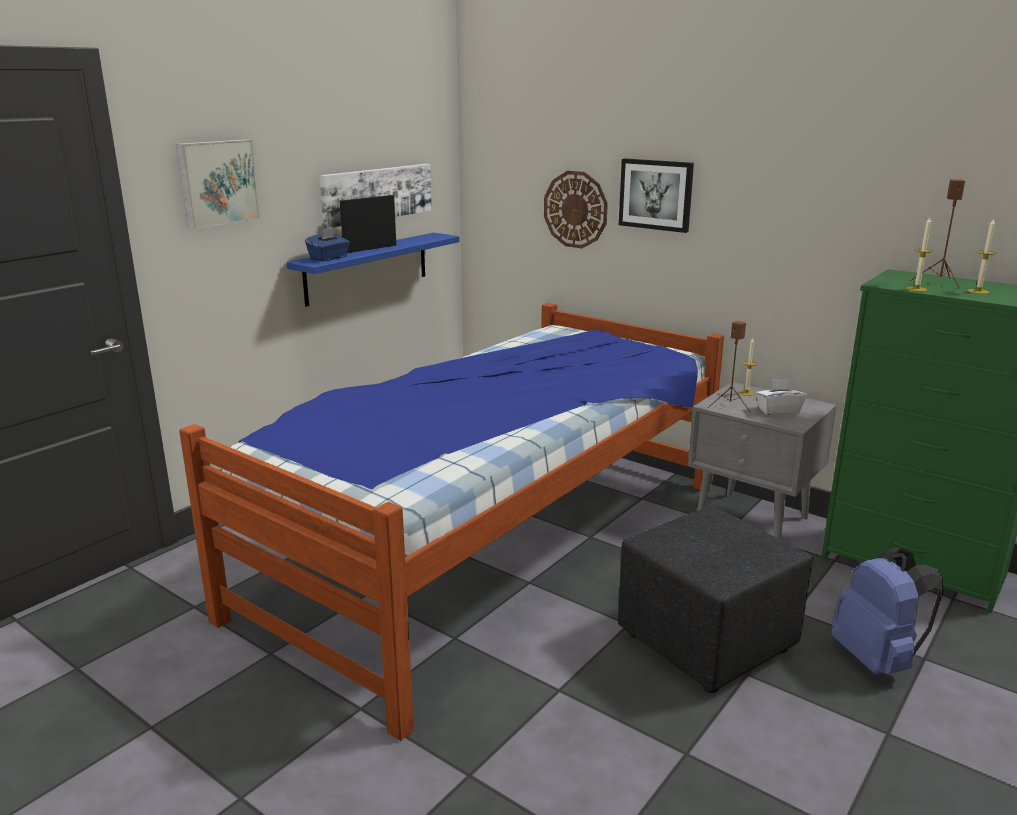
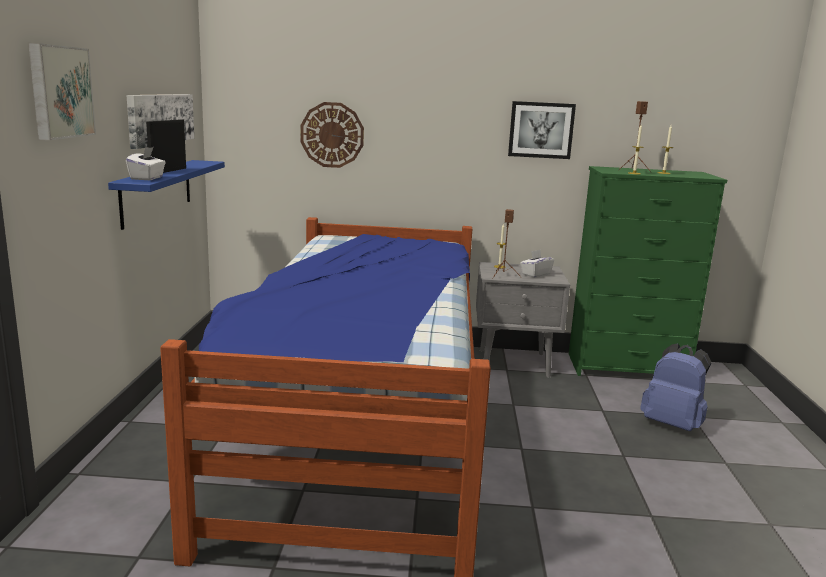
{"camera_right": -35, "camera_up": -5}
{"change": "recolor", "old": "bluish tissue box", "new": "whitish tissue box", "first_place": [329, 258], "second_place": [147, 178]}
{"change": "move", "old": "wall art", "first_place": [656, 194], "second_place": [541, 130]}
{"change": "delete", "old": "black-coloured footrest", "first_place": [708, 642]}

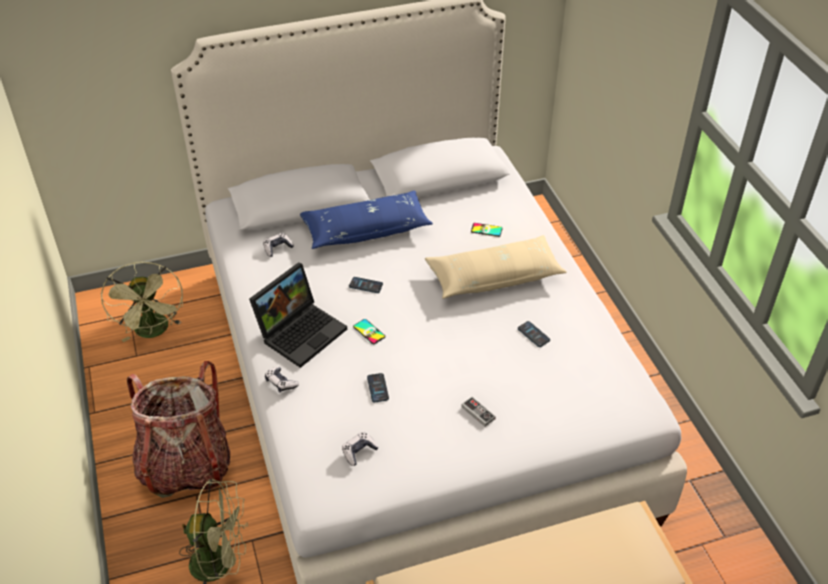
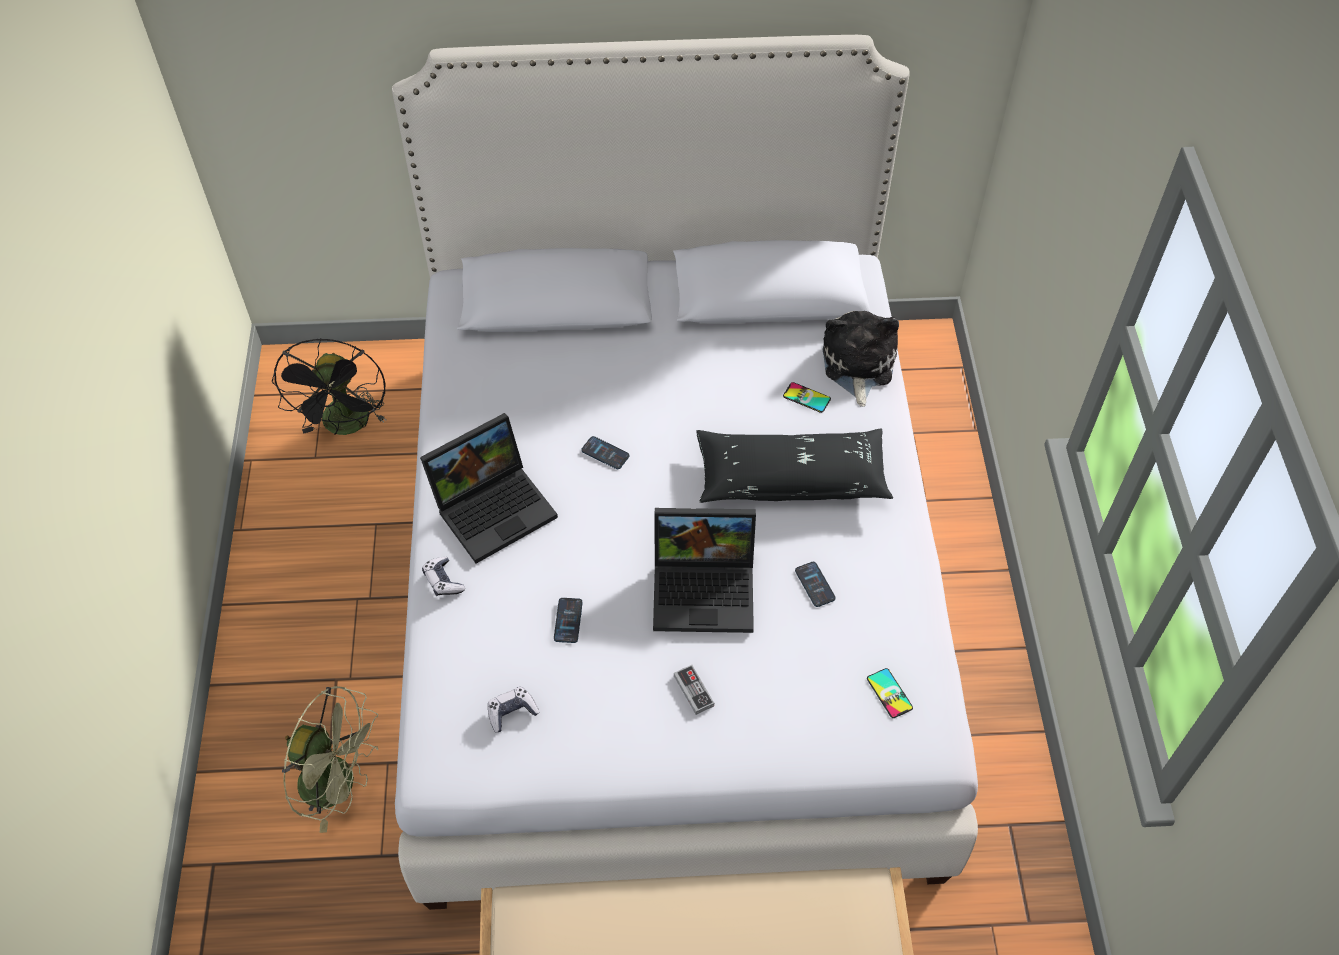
{"camera_right": 15, "camera_up": 10}
{"change": "recolor", "old": "greenish fan", "new": "black-coloured fan", "first_place": [154, 332], "second_place": [347, 426]}
{"change": "insert", "new": "laptop", "second_place": [706, 588]}
{"change": "recolor", "old": "sand-coloured cushion", "new": "black-coloured cushion", "first_place": [494, 276], "second_place": [791, 477]}
{"change": "insert", "new": "soft toy", "second_place": [857, 365]}
{"change": "move", "old": "phone", "first_place": [369, 331], "second_place": [889, 693]}
{"change": "delete", "old": "knapsack", "first_place": [186, 465]}
{"change": "delete", "old": "game controller", "first_place": [277, 248]}
{"change": "delete", "old": "bluish cushion", "first_place": [366, 229]}

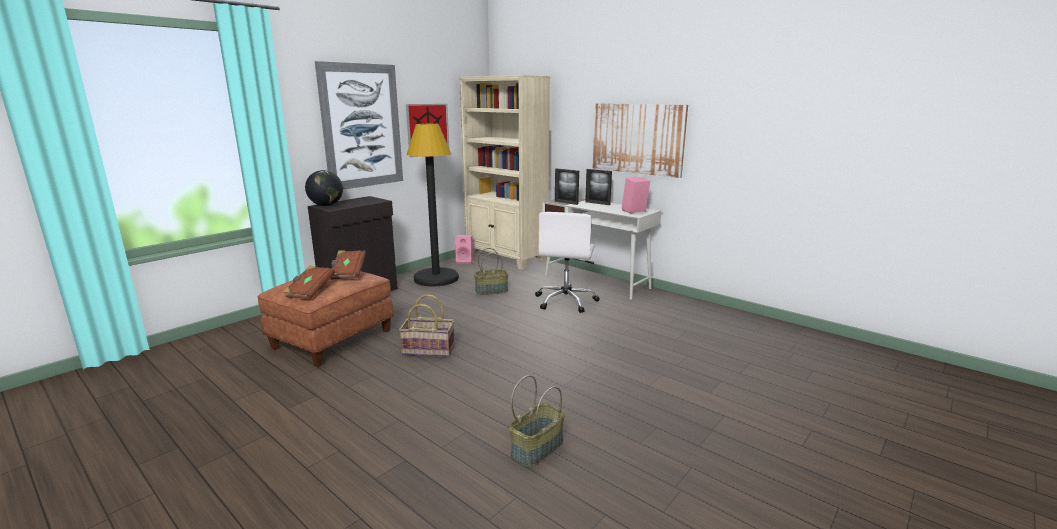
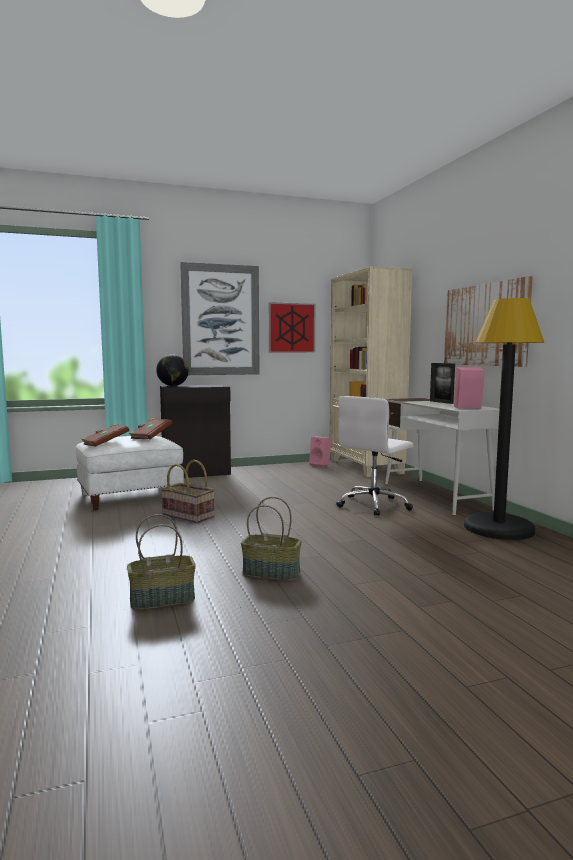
{"camera_right": 30, "camera_up": -10}
{"change": "recolor", "old": "brown footrest", "new": "whitish footrest", "first_place": [333, 338], "second_place": [131, 496]}
{"change": "move", "old": "basket", "first_place": [491, 290], "second_place": [272, 573]}
{"change": "move", "old": "black-coloured standard lamp", "first_place": [436, 278], "second_place": [499, 528]}
{"change": "delete", "old": "picture frame", "first_place": [566, 203]}

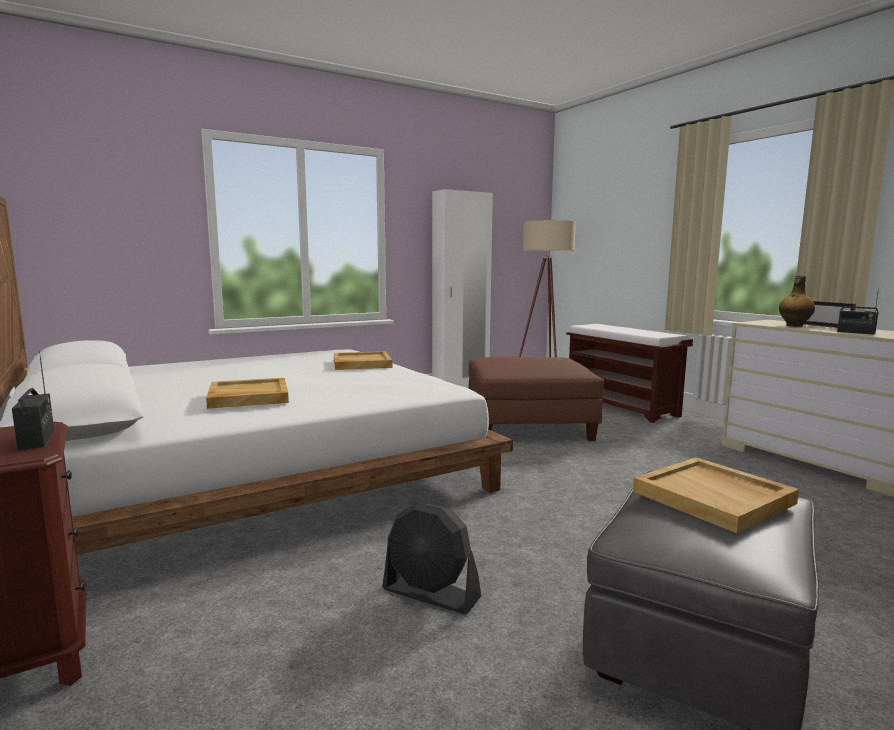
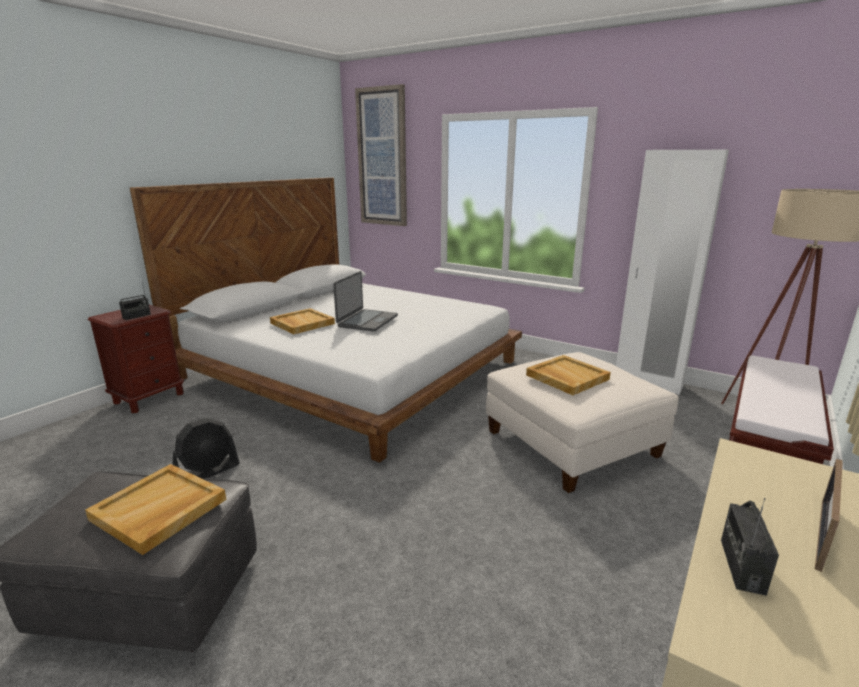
{"camera_right": 65, "camera_up": 10}
{"change": "rotate", "old": "black-coloured fan", "first_place": [431, 594], "second_place": [207, 472], "degrees": -135}
{"change": "insert", "new": "laptop", "second_place": [367, 321]}
{"change": "insert", "new": "wall art", "second_place": [382, 158]}
{"change": "recolor", "old": "brown footrest", "new": "whitish footrest", "first_place": [528, 425], "second_place": [572, 443]}
{"change": "move", "old": "sand-coloured tray", "first_place": [361, 363], "second_place": [566, 377]}
{"change": "delete", "old": "drink bottle", "first_place": [794, 325]}

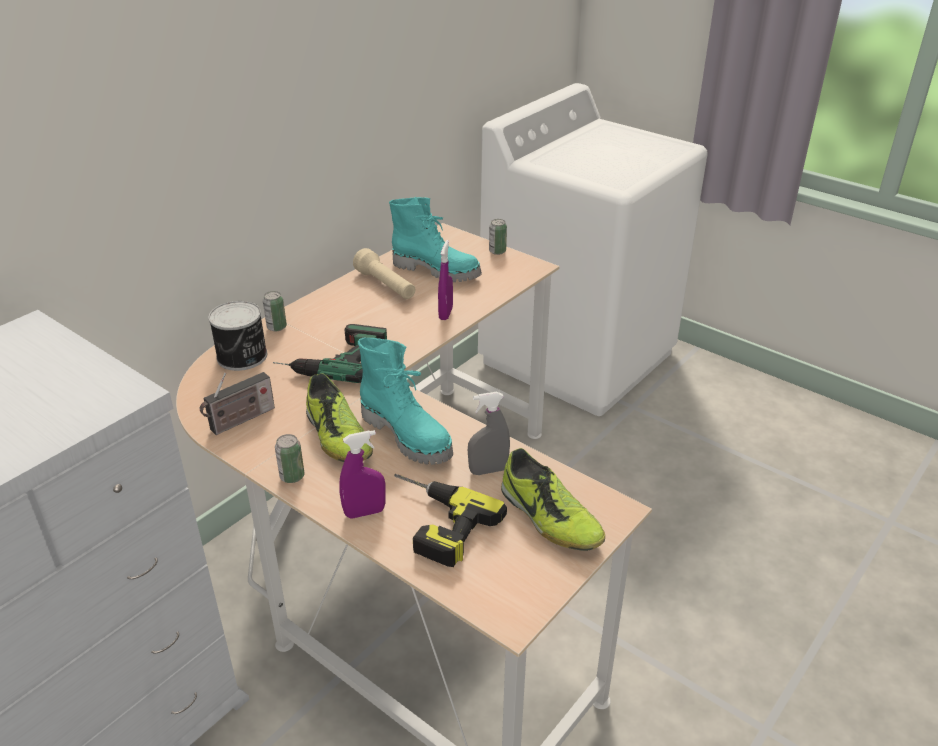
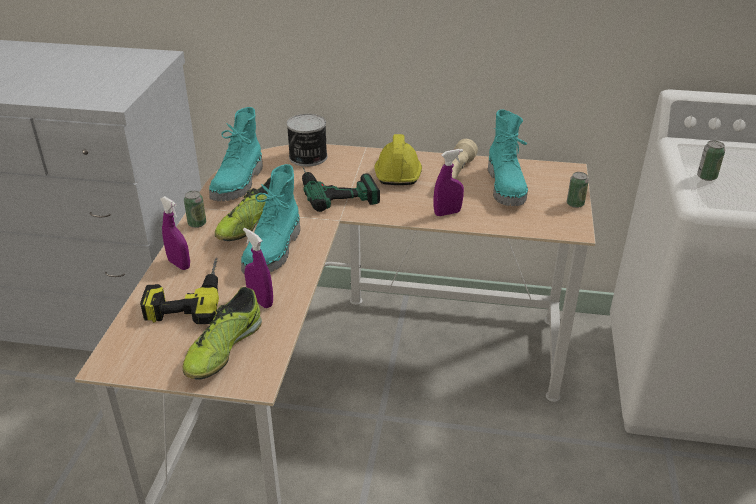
{"camera_right": 60, "camera_up": 0}
{"change": "replace", "old": "radio", "new": "blue-green high-top boot", "first_place": [240, 420], "second_place": [239, 184]}
{"change": "recolor", "old": "greyish hand sprayer", "new": "purple-coloured hand sprayer", "first_place": [488, 470], "second_place": [260, 301]}
{"change": "insert", "new": "yellow-coloured safety helmet", "second_place": [397, 172]}
{"change": "move", "old": "sealed can", "first_place": [277, 327], "second_place": [706, 177]}

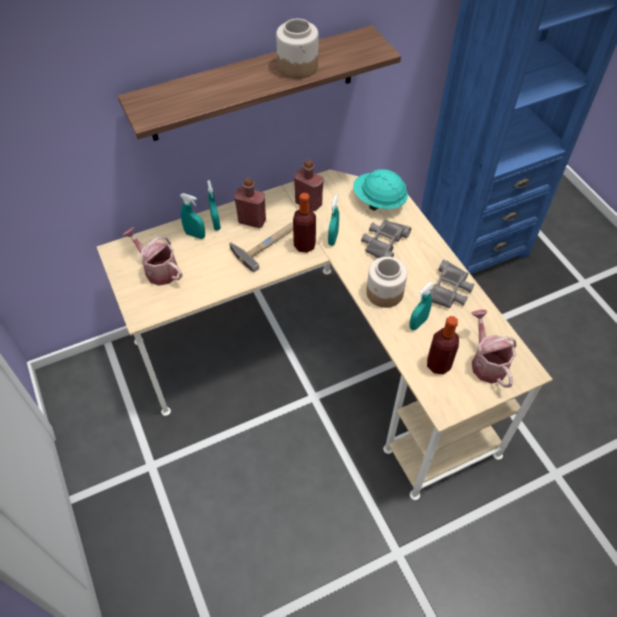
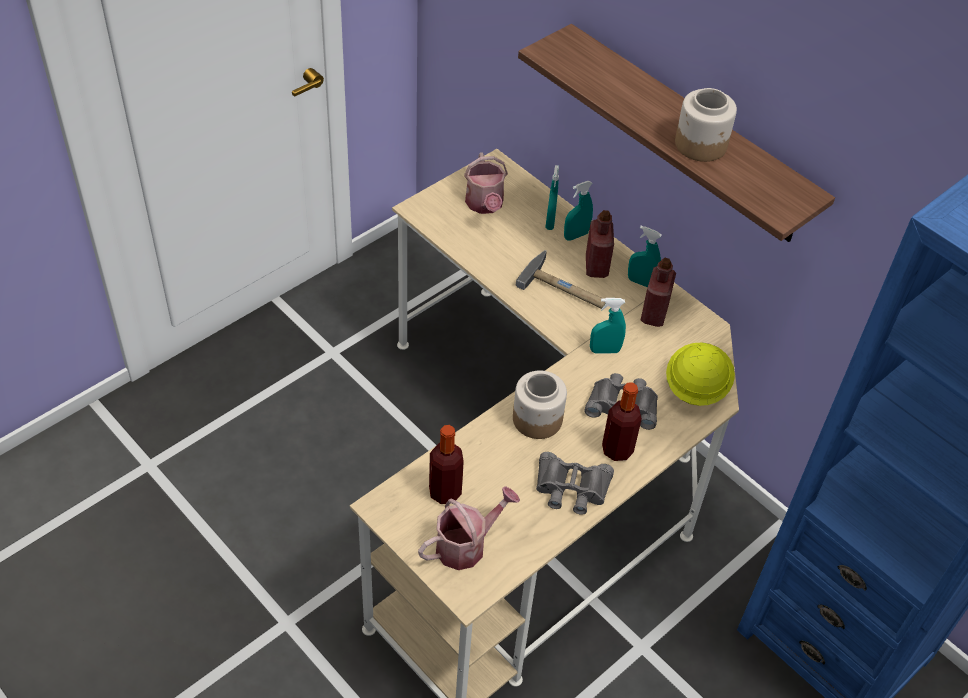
{"camera_right": 70, "camera_up": -5}
{"change": "rotate", "old": "sprinkling can", "first_place": [158, 269], "second_place": [485, 205], "degrees": 150}
{"change": "move", "old": "drink bottle", "first_place": [304, 245], "second_place": [617, 450]}
{"change": "move", "old": "blue-green hand sprayer", "first_place": [418, 323], "second_place": [641, 282]}
{"change": "recolor", "old": "blue-green safety helmet", "new": "yellow-coloured safety helmet", "first_place": [378, 201], "second_place": [696, 387]}

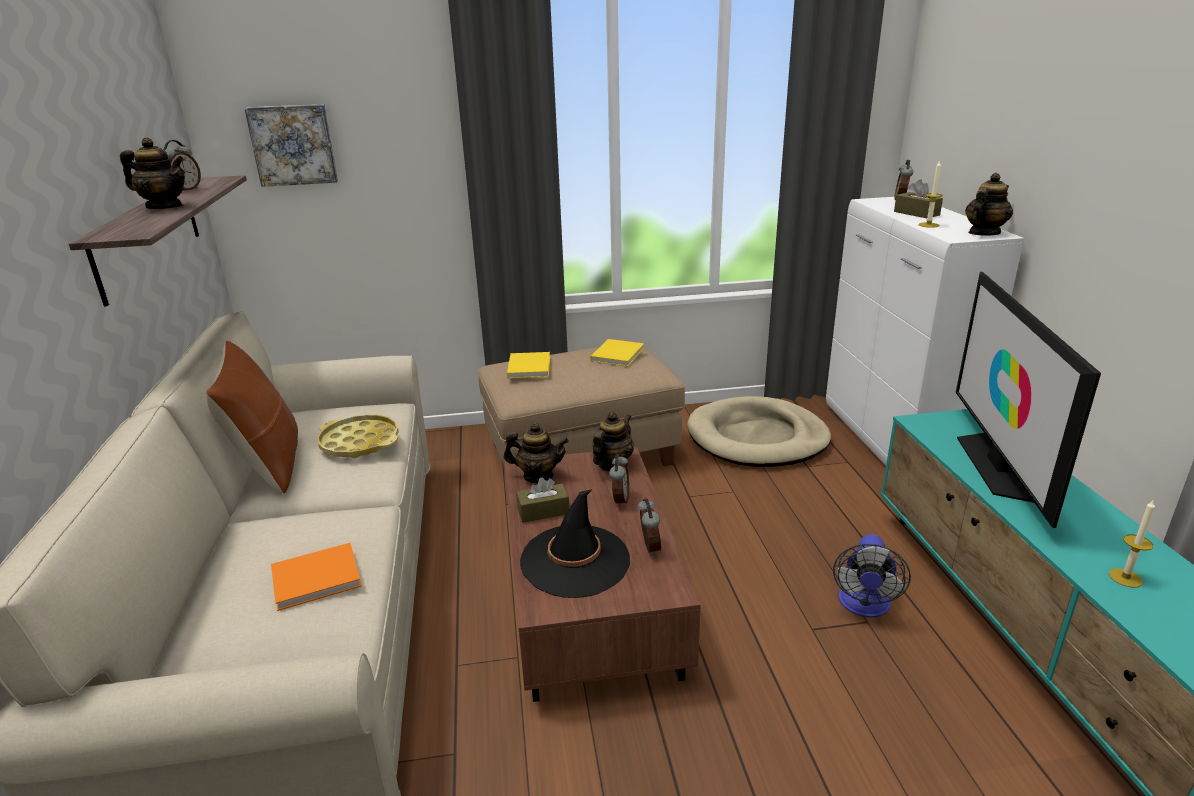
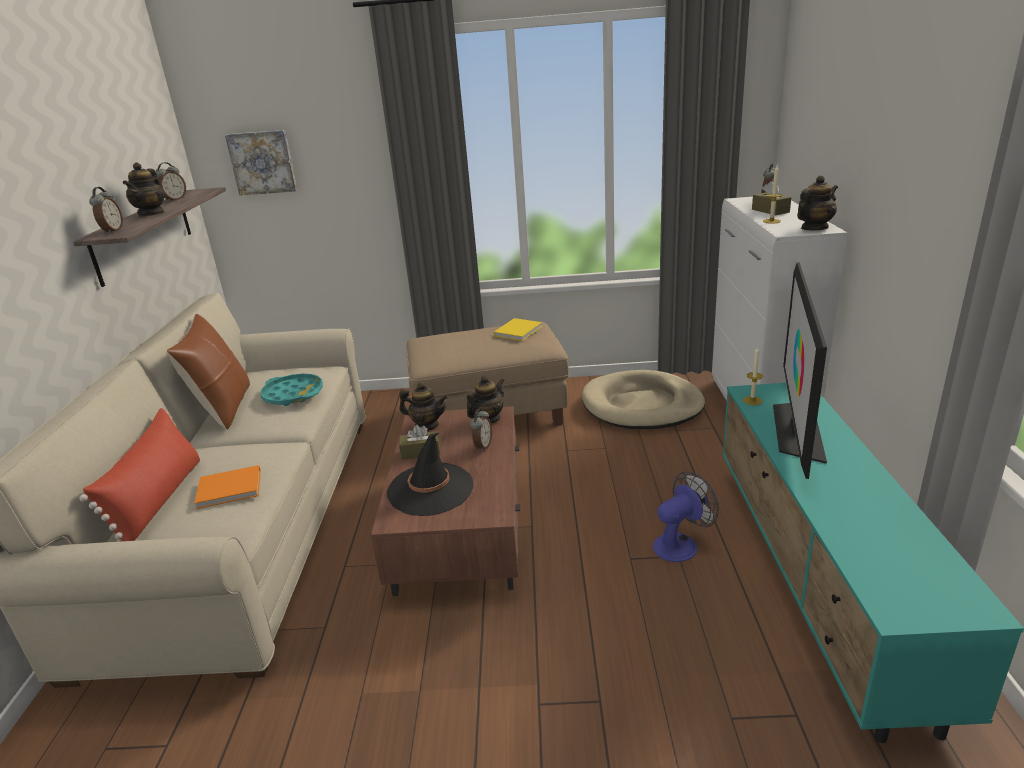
{"camera_right": 10, "camera_up": 0}
{"change": "insert", "new": "red-coloured cushion", "second_place": [159, 500]}
{"change": "move", "old": "table clock", "first_place": [648, 548], "second_place": [112, 231]}
{"change": "rotate", "old": "teapot", "first_place": [165, 207], "second_place": [152, 213], "degrees": 75}
{"change": "recolor", "old": "yellow-coloured tray", "new": "blue-green tray", "first_place": [360, 443], "second_place": [293, 394]}
{"change": "rotate", "old": "fan", "first_place": [864, 606], "second_place": [681, 544], "degrees": -150}
{"change": "move", "old": "candle", "first_place": [1125, 578], "second_place": [752, 400]}
{"change": "delete", "old": "yellow-coloured book", "first_place": [529, 366]}

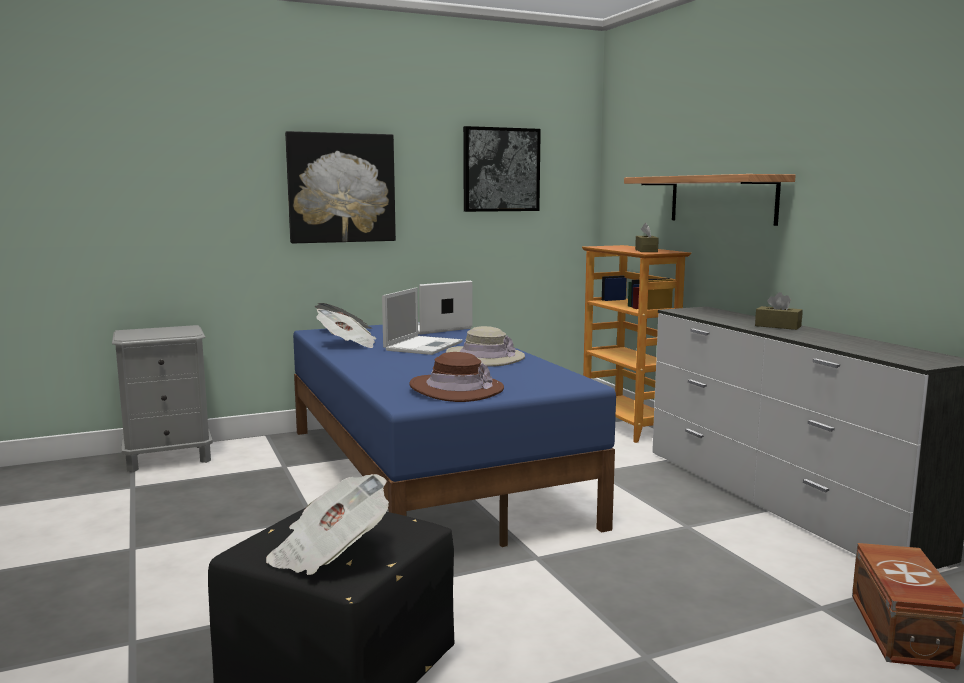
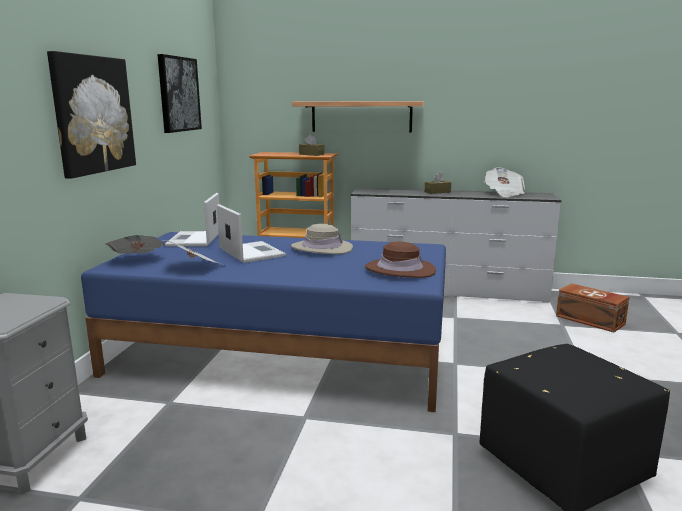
{"camera_right": -55, "camera_up": 5}
{"change": "move", "old": "printed paper", "first_place": [329, 553], "second_place": [504, 193]}

